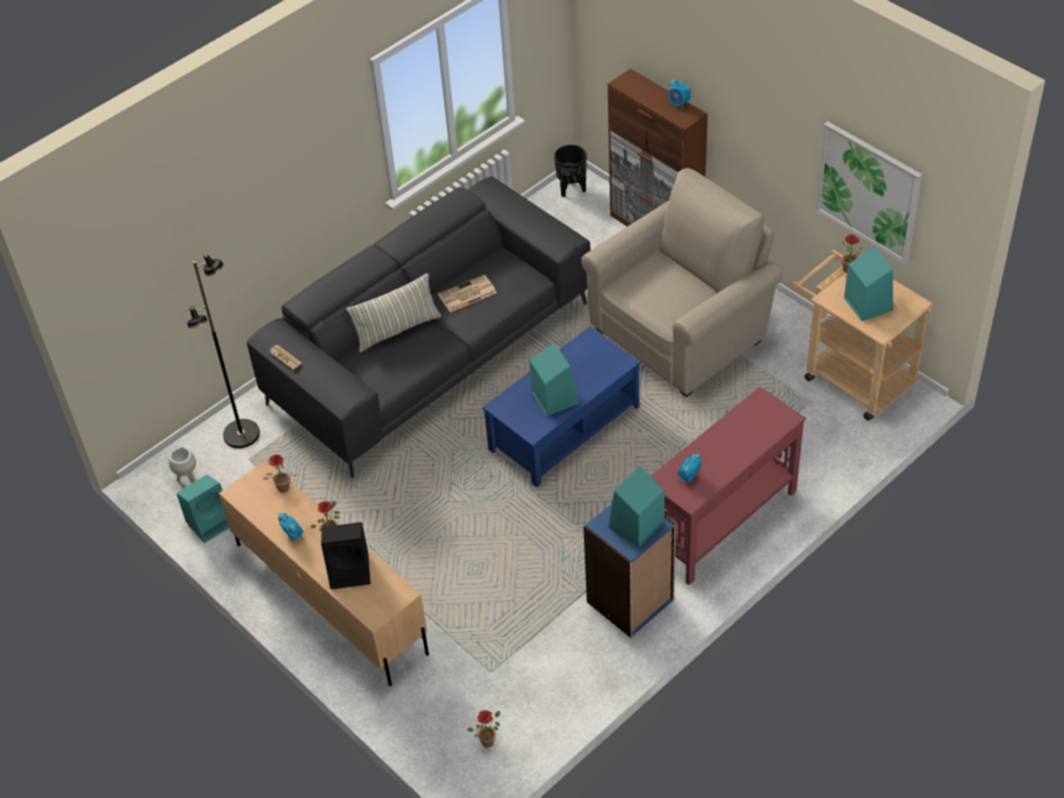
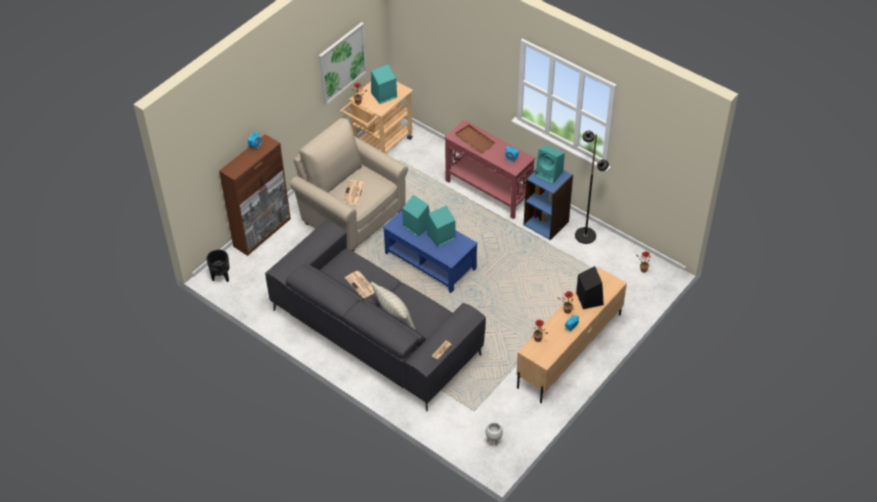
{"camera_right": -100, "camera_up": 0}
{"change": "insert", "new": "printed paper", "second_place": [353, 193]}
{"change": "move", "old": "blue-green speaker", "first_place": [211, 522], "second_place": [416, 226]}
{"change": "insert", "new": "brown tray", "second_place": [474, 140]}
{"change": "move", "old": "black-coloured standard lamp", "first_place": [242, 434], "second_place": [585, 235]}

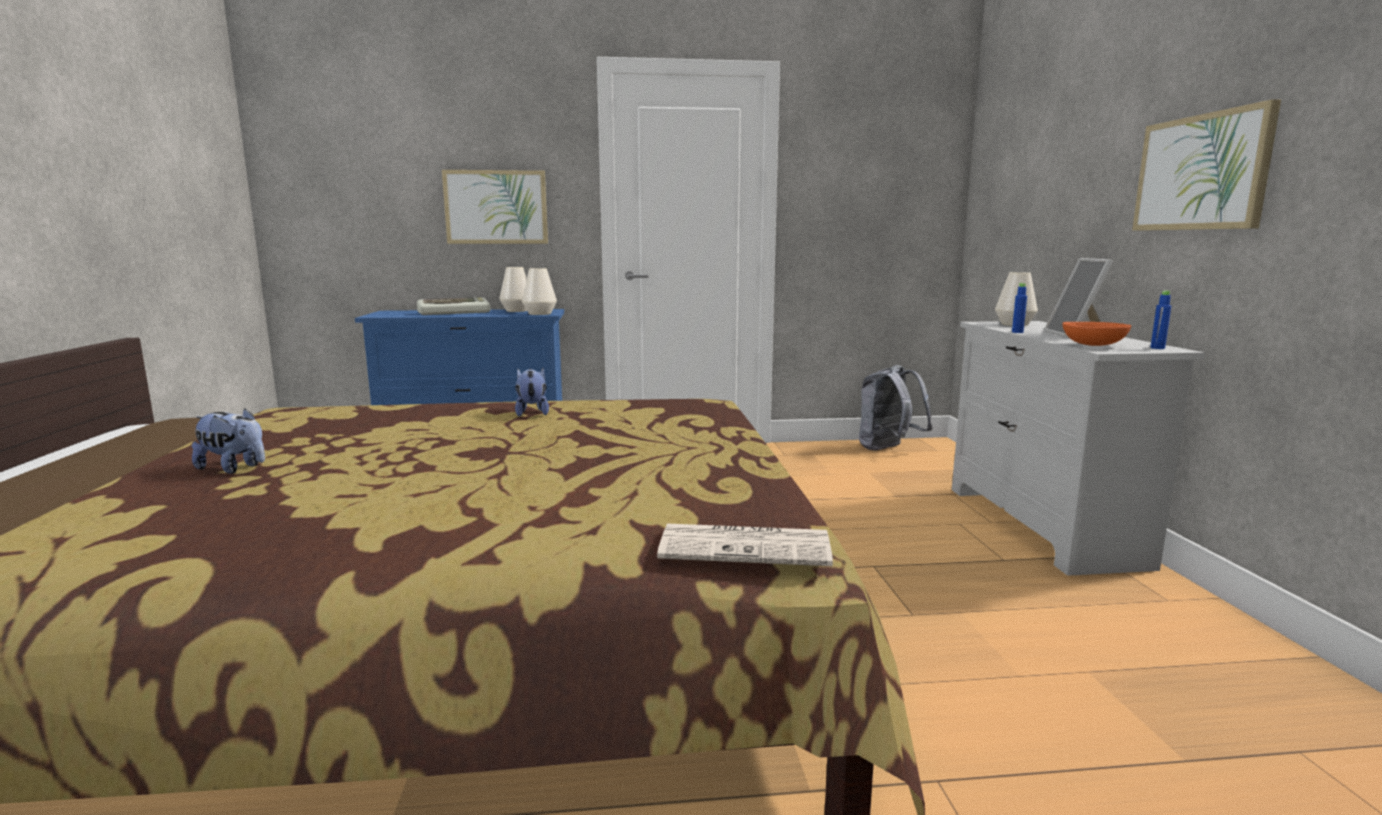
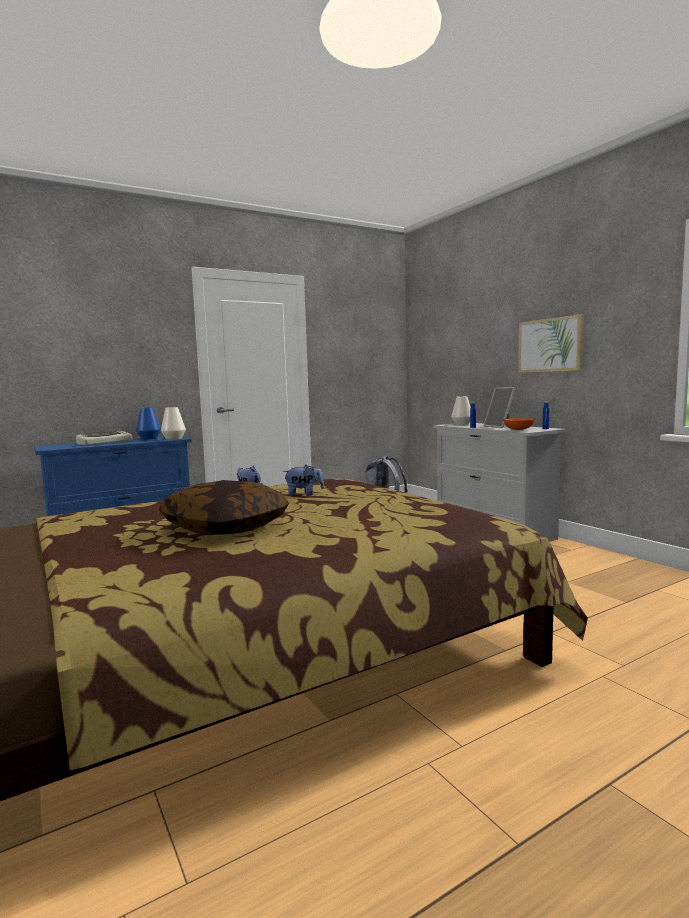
{"camera_right": -25, "camera_up": -5}
{"change": "recolor", "old": "whitish decorative vase", "new": "bluish decorative vase", "first_place": [516, 311], "second_place": [149, 438]}
{"change": "insert", "new": "cushion", "second_place": [225, 528]}
{"change": "move", "old": "soft toy", "first_place": [234, 468], "second_place": [304, 494]}
{"change": "delete", "old": "wall art", "first_place": [496, 207]}
{"change": "delete", "old": "printed paper", "first_place": [747, 546]}

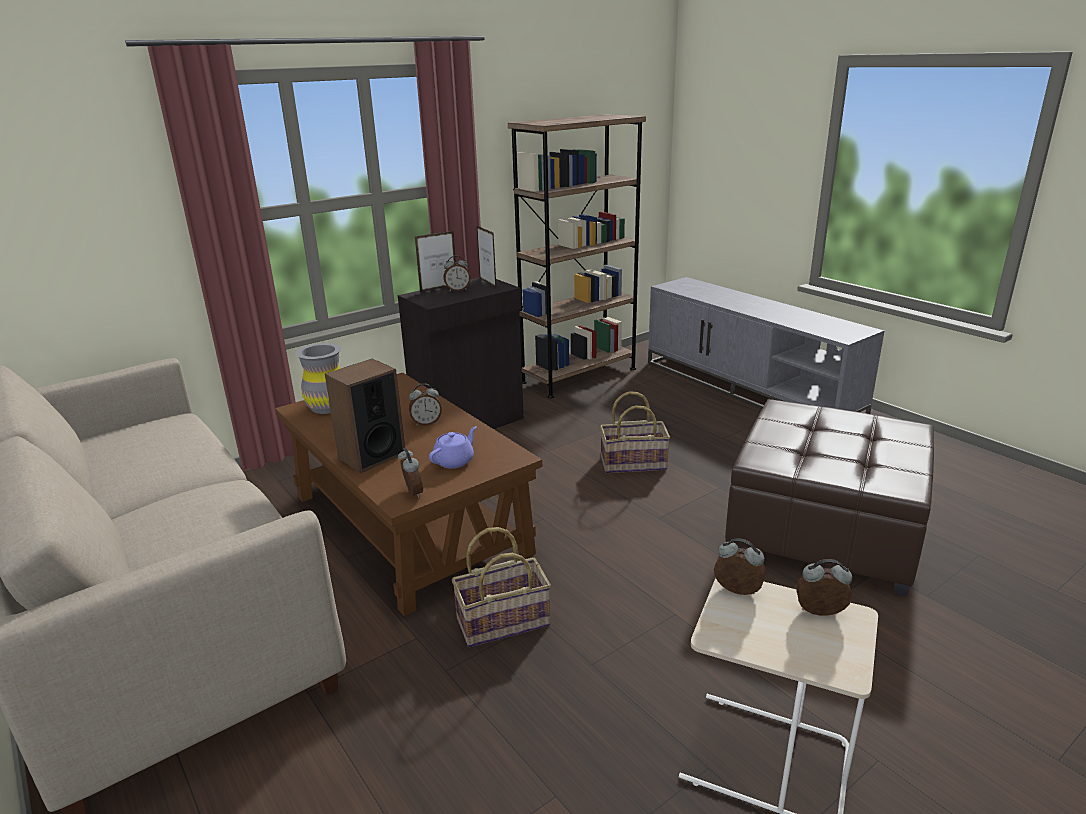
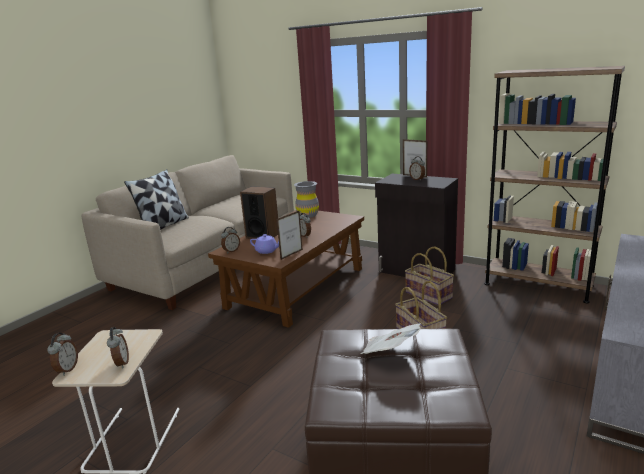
{"camera_right": 70, "camera_up": -5}
{"change": "move", "old": "table clock", "first_place": [737, 592], "second_place": [67, 369]}
{"change": "insert", "new": "cushion", "second_place": [163, 226]}
{"change": "move", "old": "picture frame", "first_place": [487, 283], "second_place": [291, 254]}
{"change": "insert", "new": "printed paper", "second_place": [390, 353]}
{"change": "move", "old": "basket", "first_place": [503, 621], "second_place": [429, 295]}

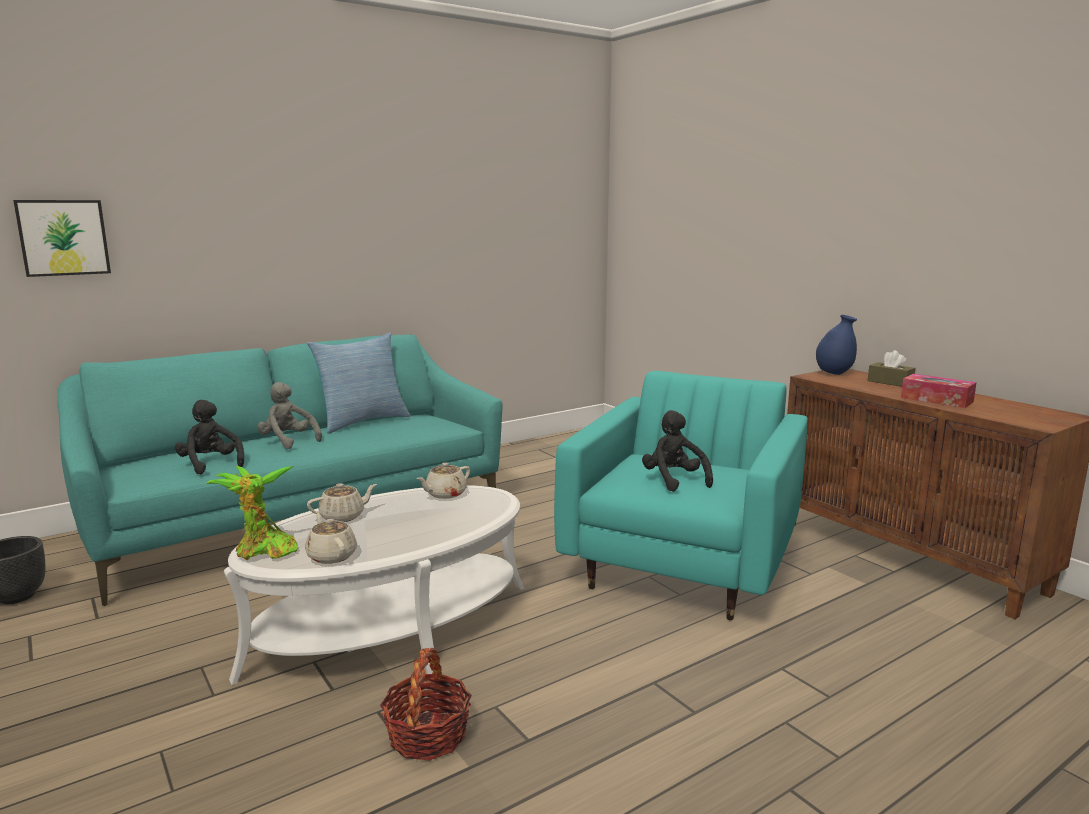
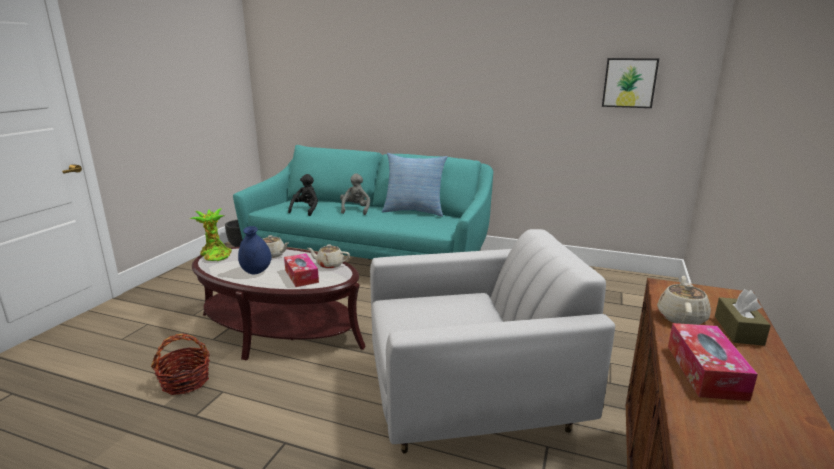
{"camera_right": 55, "camera_up": 5}
{"change": "recolor", "old": "whitish low table", "new": "brown low table", "first_place": [391, 629], "second_place": [279, 329]}
{"change": "move", "old": "bluish decorative vase", "first_place": [834, 373], "second_place": [256, 272]}
{"change": "insert", "new": "tissue box", "second_place": [301, 276]}
{"change": "recolor", "old": "blue-green easy chair", "new": "whitish easy chair", "first_place": [684, 564], "second_place": [471, 400]}
{"change": "move", "old": "wall art", "first_place": [63, 237], "second_place": [629, 83]}
{"change": "move", "old": "sand-coloured teapot", "first_place": [331, 555], "second_place": [681, 317]}
{"change": "delete", "old": "black-coloured soft toy", "first_place": [674, 480]}

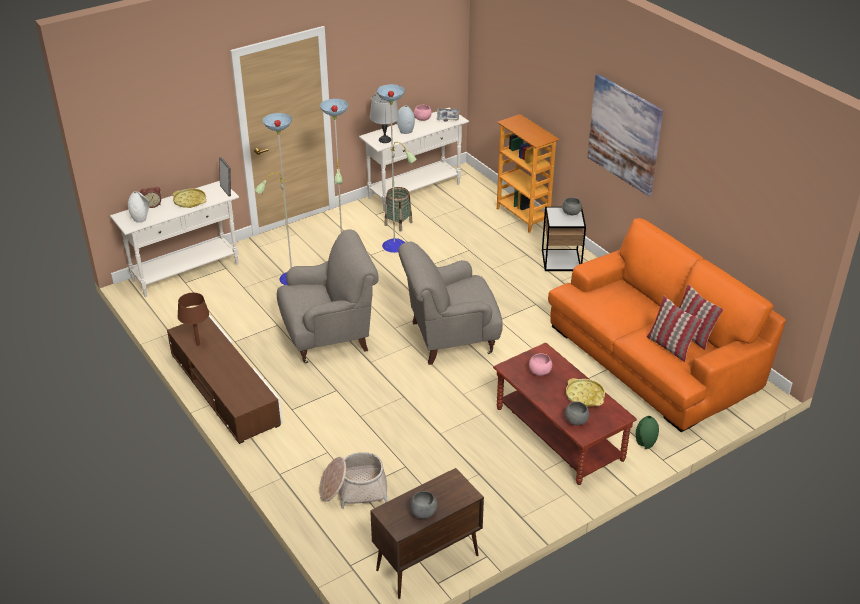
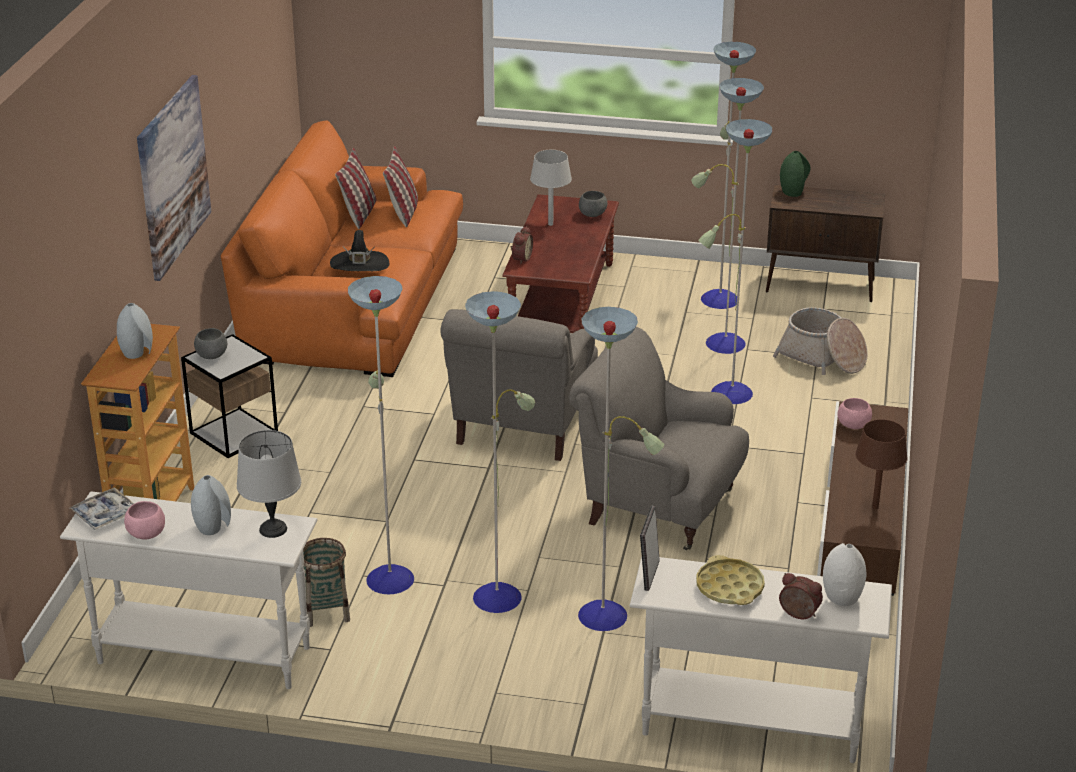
{"camera_right": -135, "camera_up": -5}
{"change": "insert", "new": "greyish decorative vase", "second_place": [138, 352]}
{"change": "insert", "new": "black-coloured hat", "second_place": [359, 265]}
{"change": "rotate", "old": "greyish easy chair", "first_place": [449, 338], "second_place": [521, 426], "degrees": 75}
{"change": "insert", "new": "table clock", "second_place": [520, 258]}
{"change": "replace", "old": "yellow-coloured tray", "new": "greyish table lamp", "first_place": [585, 396], "second_place": [550, 224]}
{"change": "insert", "new": "standard lamp", "second_place": [722, 343]}
{"change": "move", "old": "greenish decorative vase", "first_place": [645, 443], "second_place": [793, 192]}
{"change": "move", "old": "pink bowl", "first_place": [539, 372], "second_place": [853, 426]}
{"change": "delete", "old": "greyish bowl", "first_place": [424, 513]}

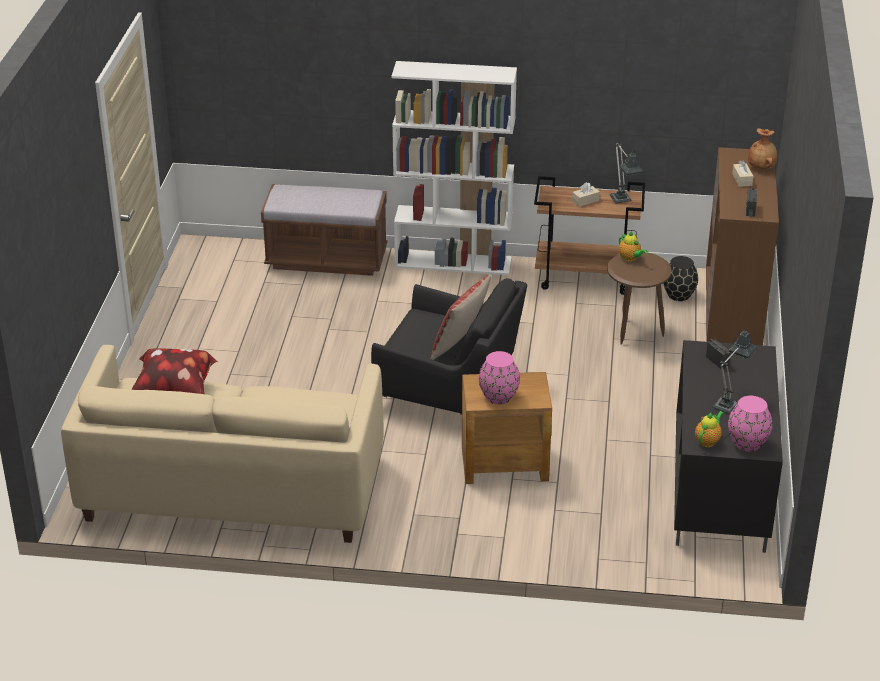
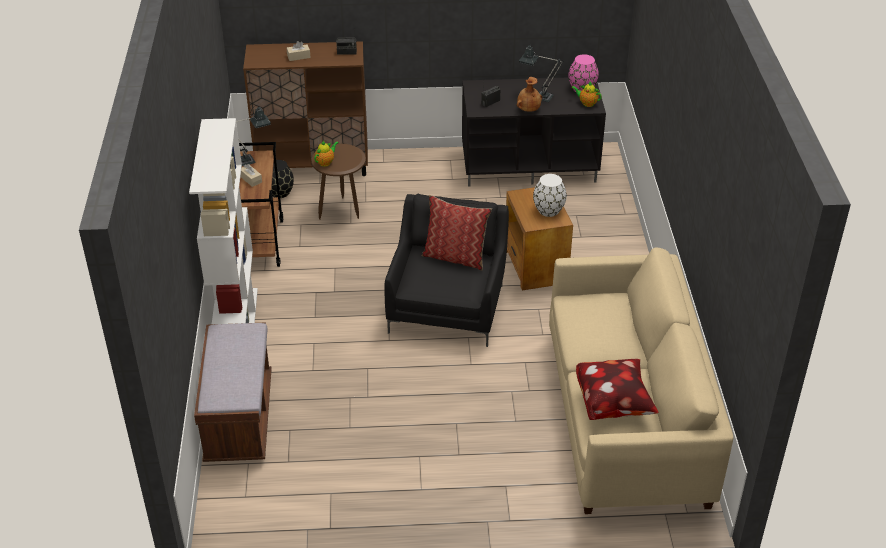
{"camera_right": -100, "camera_up": 5}
{"change": "move", "old": "brown decorative vase", "first_place": [761, 167], "second_place": [528, 109]}
{"change": "recolor", "old": "pink decorative vase", "new": "whitish decorative vase", "first_place": [498, 397], "second_place": [549, 210]}

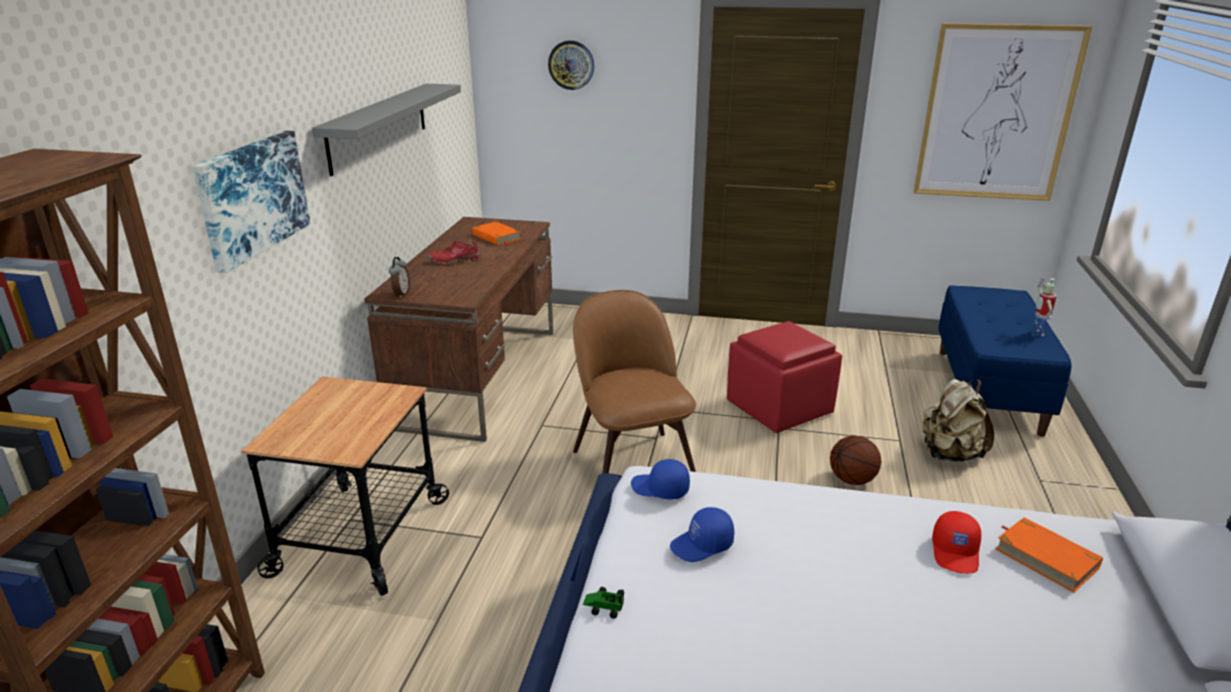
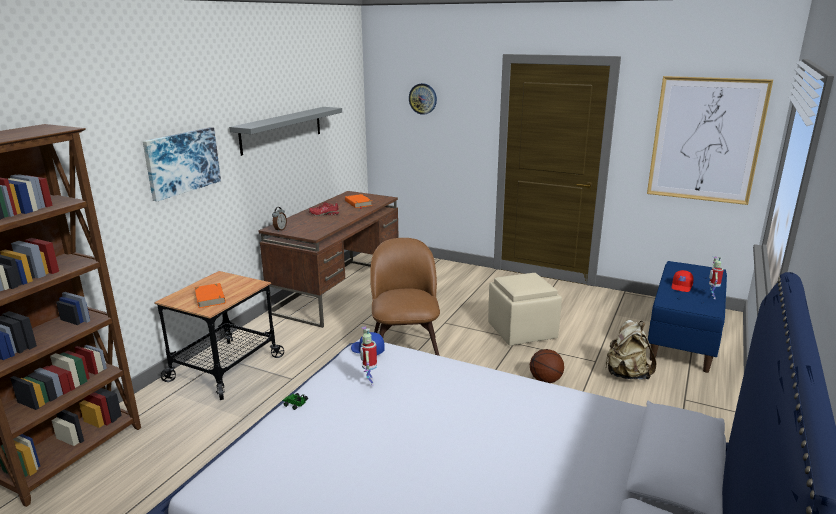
{"camera_right": 15, "camera_up": -5}
{"change": "move", "old": "orangey book", "first_place": [1046, 558], "second_place": [210, 298]}
{"change": "replace", "old": "bluish cap", "new": "model robot", "first_place": [702, 545], "second_place": [369, 381]}
{"change": "recolor", "old": "red-coloured footrest", "new": "sand-coloured footrest", "first_place": [779, 408], "second_place": [521, 331]}
{"change": "move", "old": "red-coloured cap", "first_place": [956, 552], "second_place": [682, 287]}

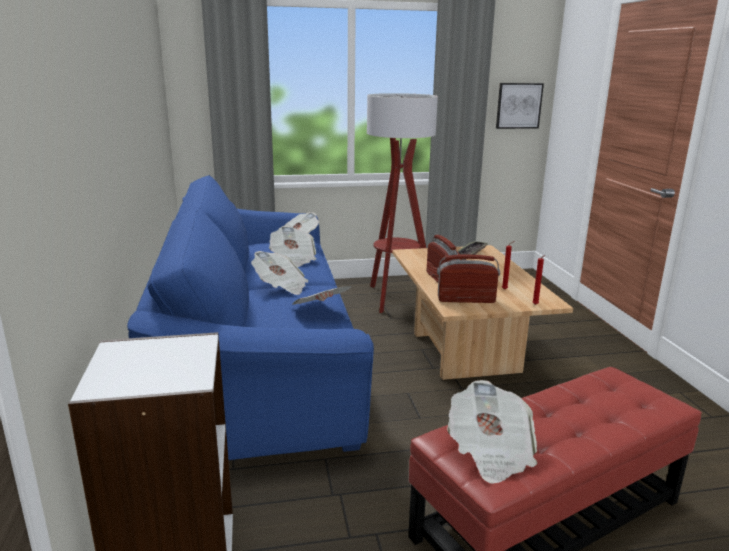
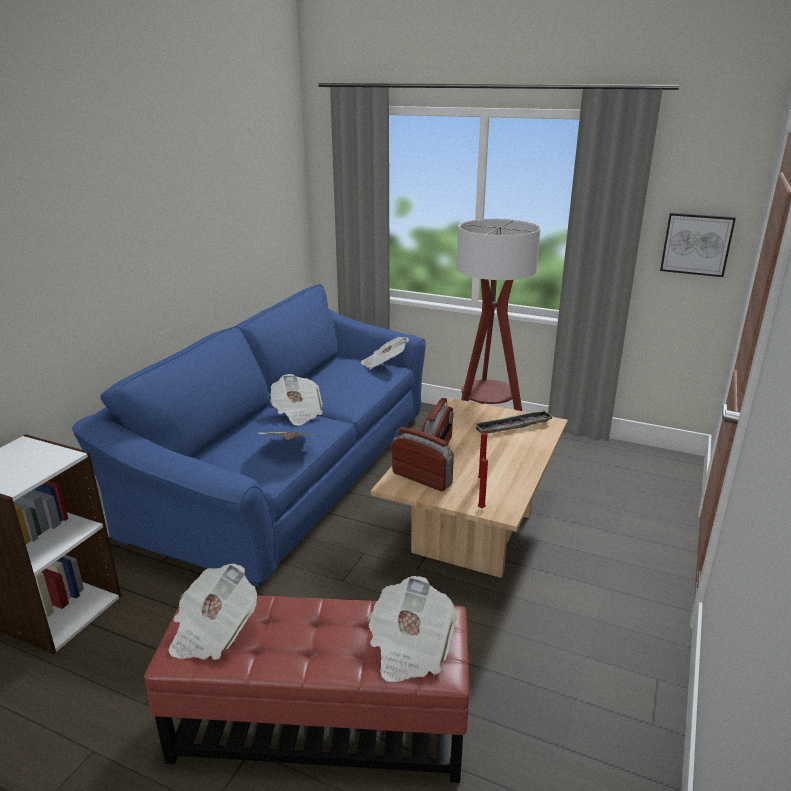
{"camera_right": 35, "camera_up": 5}
{"change": "move", "old": "printed paper", "first_place": [293, 259], "second_place": [409, 648]}

